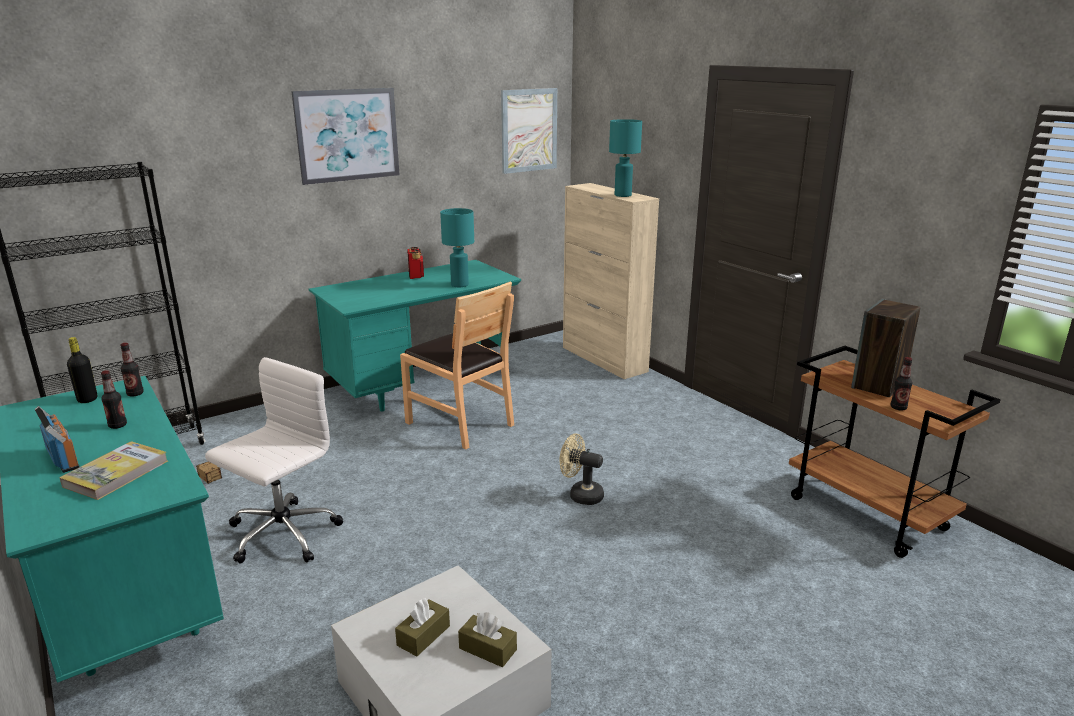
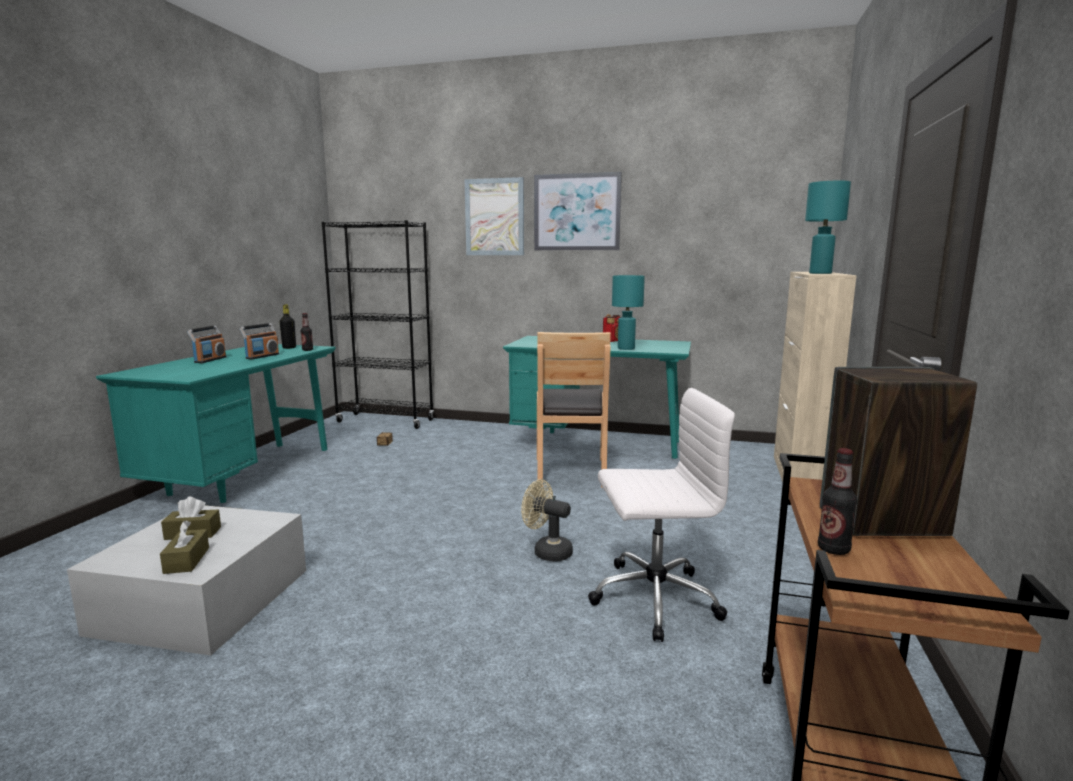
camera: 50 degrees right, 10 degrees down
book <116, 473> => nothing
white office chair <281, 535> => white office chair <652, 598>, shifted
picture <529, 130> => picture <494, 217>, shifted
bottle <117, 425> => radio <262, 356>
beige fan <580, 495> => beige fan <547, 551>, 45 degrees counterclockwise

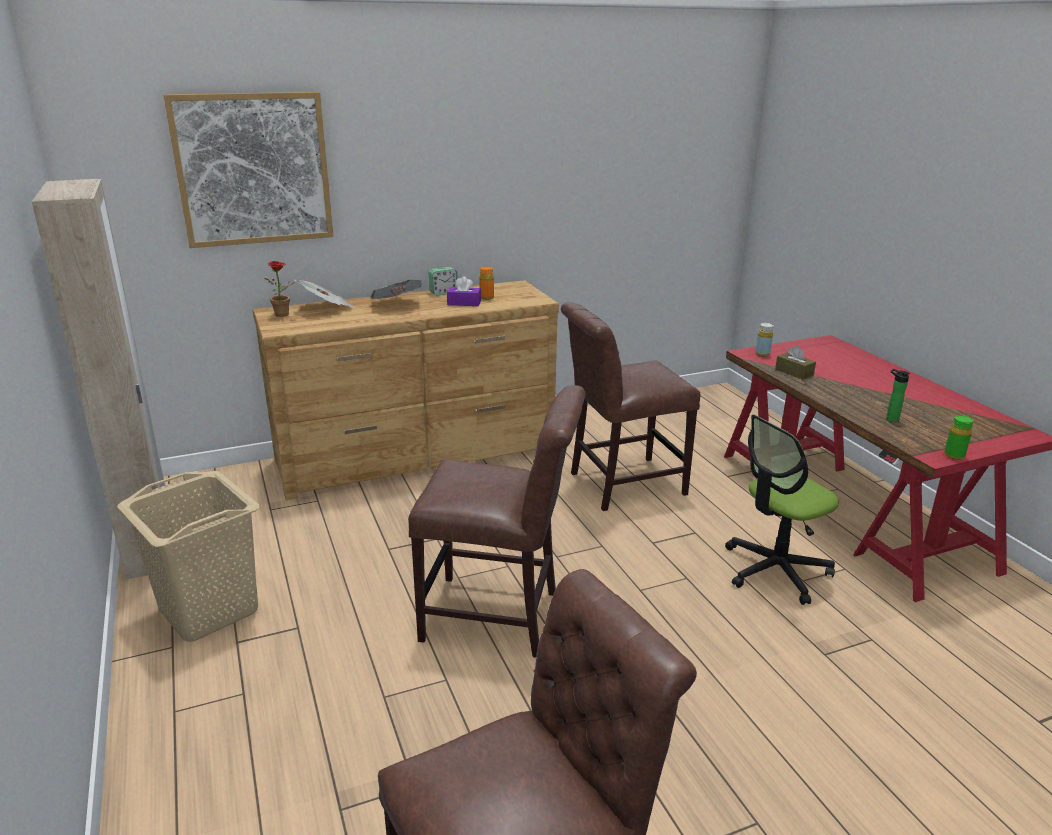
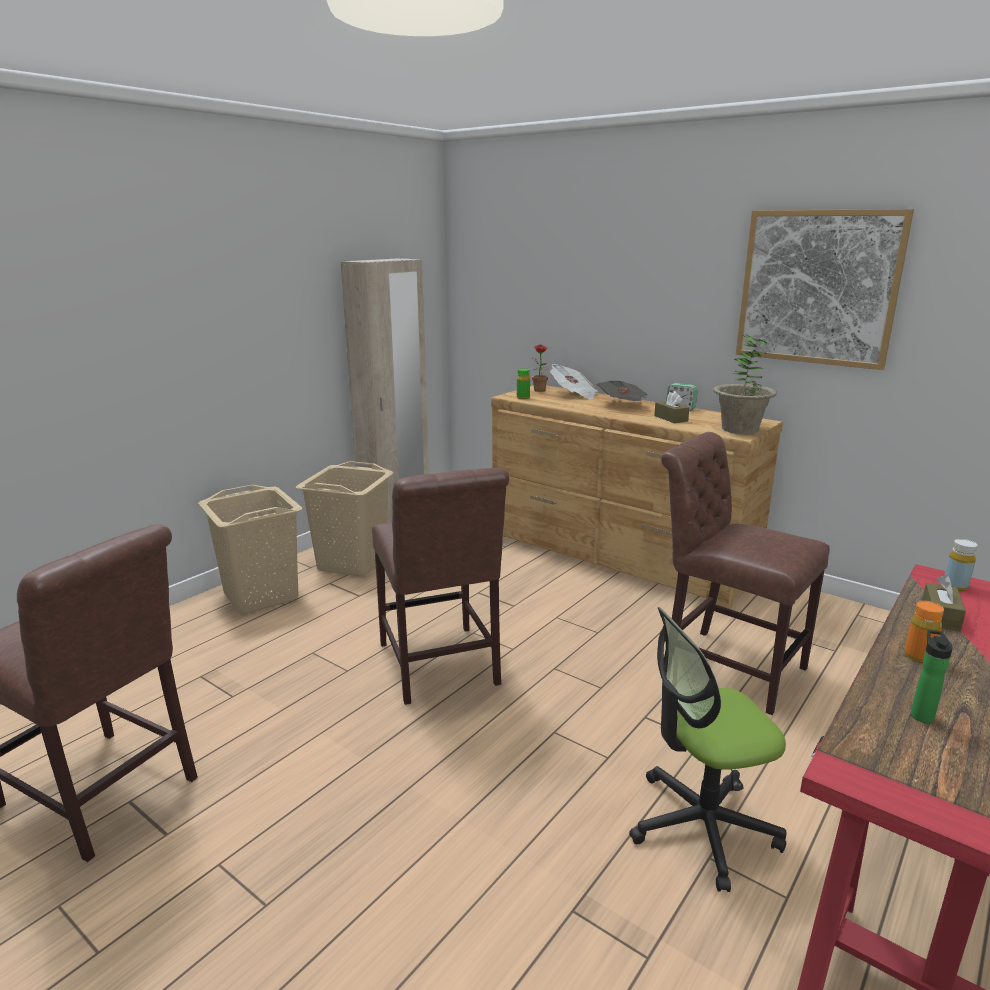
camera: 60 degrees right, 5 degrees down
nothing => beige laundry basket <261, 595>
nothing => potted plant <740, 429>
picture <253, 169> => picture <817, 288>, shifted
orange bottle <486, 297> => orange bottle <918, 656>, shifted
green bottle <954, 455> => green bottle <523, 397>, shifted
purple tissue box <464, 303> => brown tissue box <671, 418>
office chair <775, 570> => office chair <701, 826>, 45 degrees counterclockwise

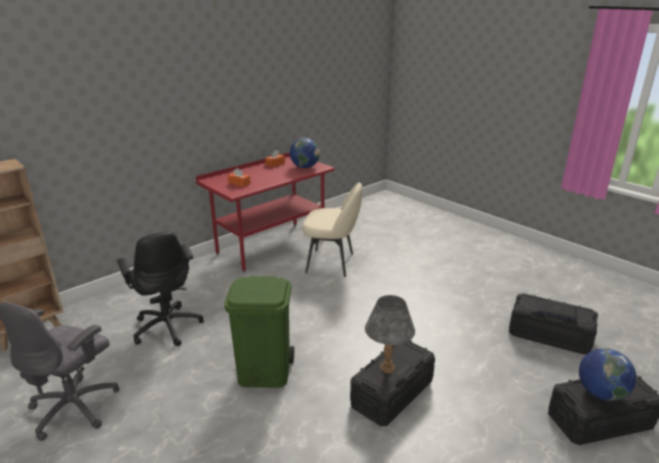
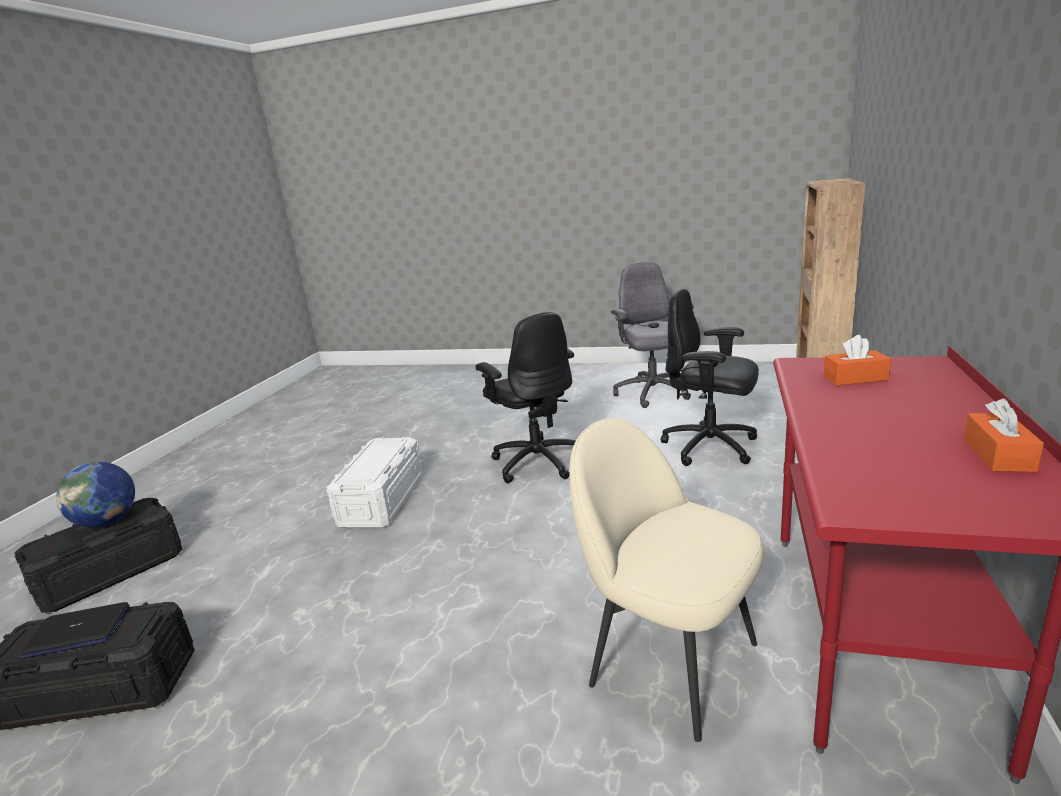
camera: 150 degrees right, 5 degrees down
globe <305, 167> => nothing
grey table lamp <387, 368> => nothing
green trash can <265, 373> => black office chair <537, 461>
black storage box <392, 393> => white storage box <382, 500>
beige chair <331, 263> => beige chair <669, 661>, 60 degrees clockwise

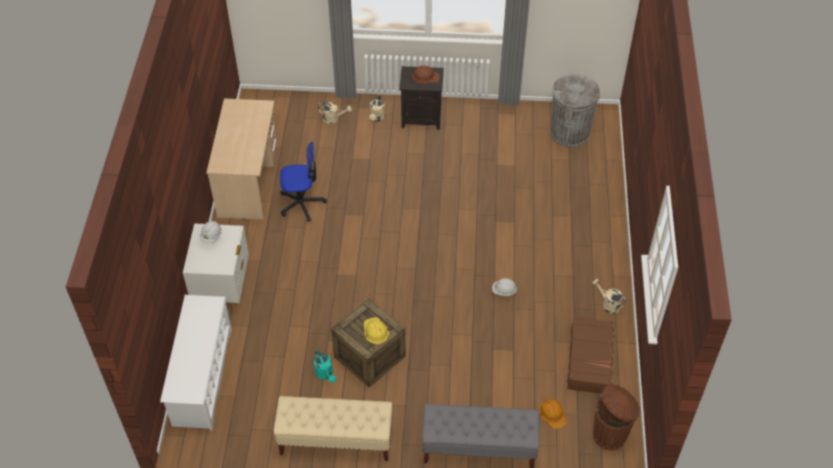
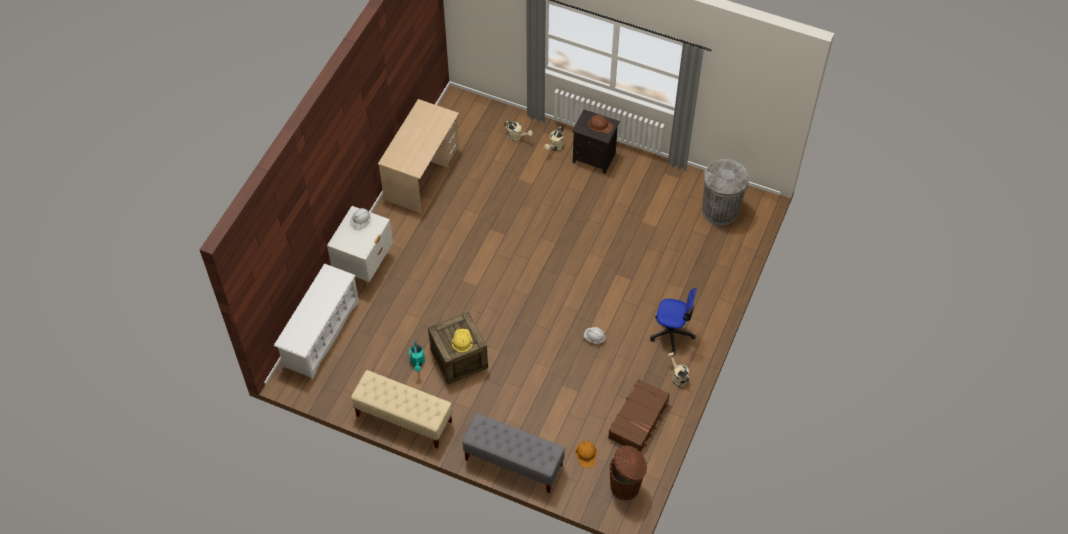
camera: 20 degrees right, 5 degrees up
office chair <302, 203> => office chair <671, 333>, shifted

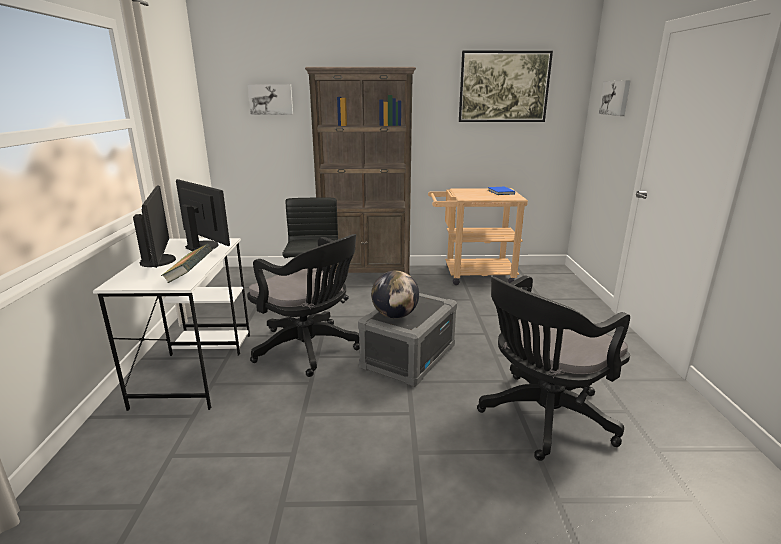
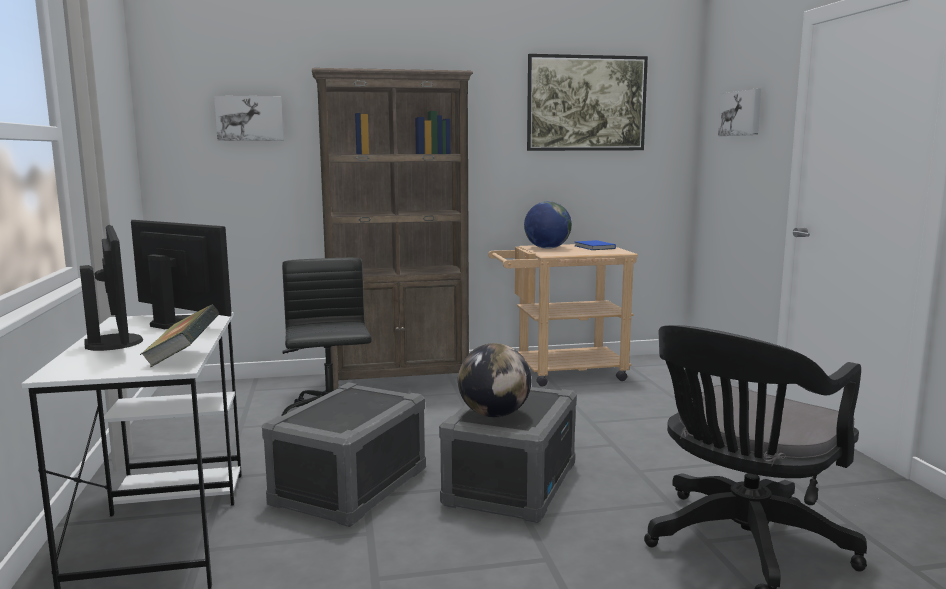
camera: 10 degrees left, 10 degrees down
nothing => globe <547, 248>
black office chair <310, 349> => grey storage box <350, 487>

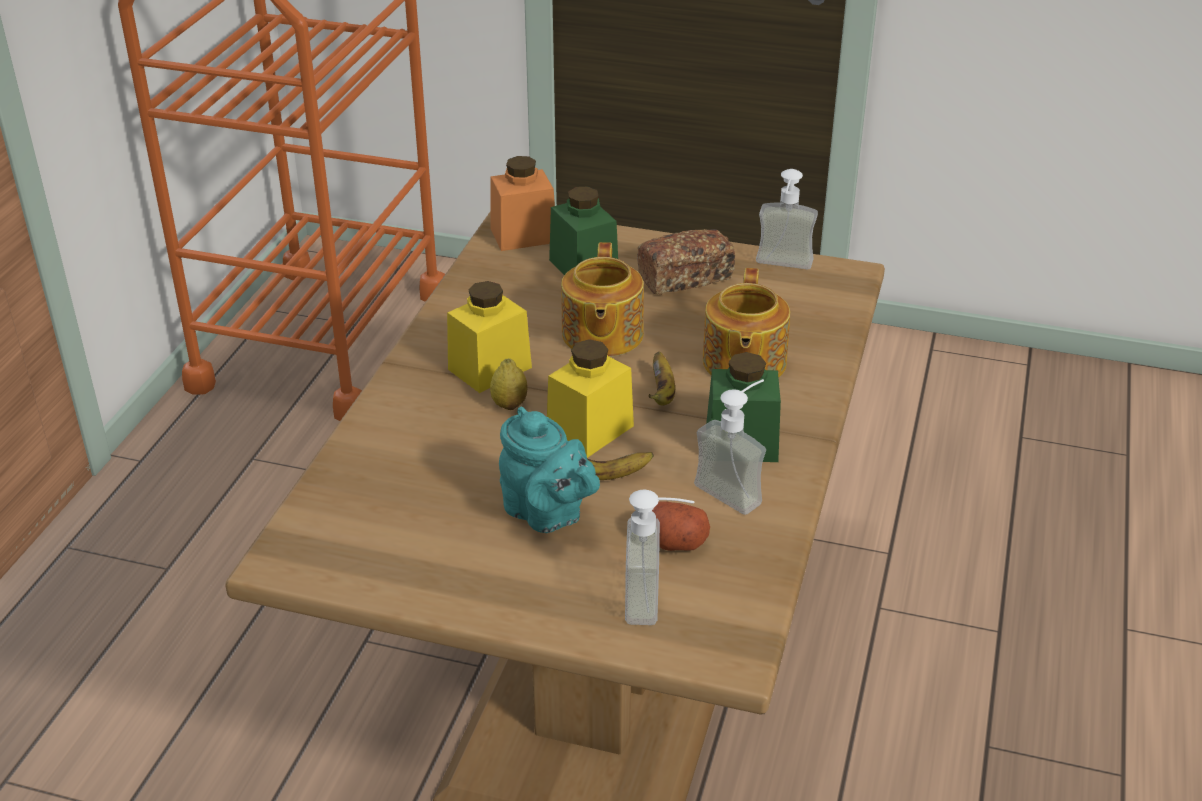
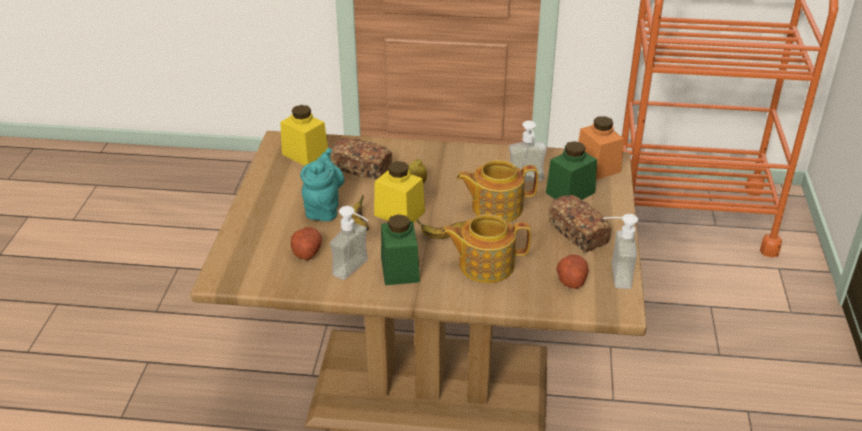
camera: 80 degrees right, 0 degrees up
nothing => bread <362, 168>
nothing => potato <571, 279>
yellow jar <490, 368> => yellow jar <305, 154>, shifted
soap dispenser <657, 600> => soap dispenser <527, 182>, shifted
turquoise teapot <547, 515> => turquoise teapot <323, 208>, 150 degrees clockwise

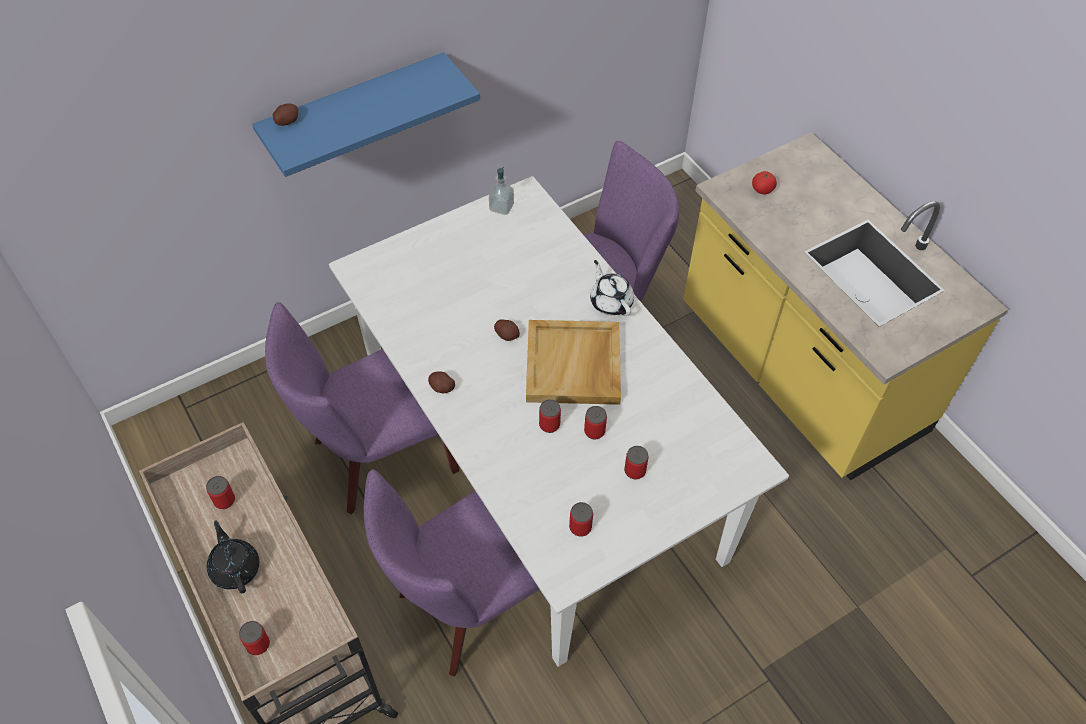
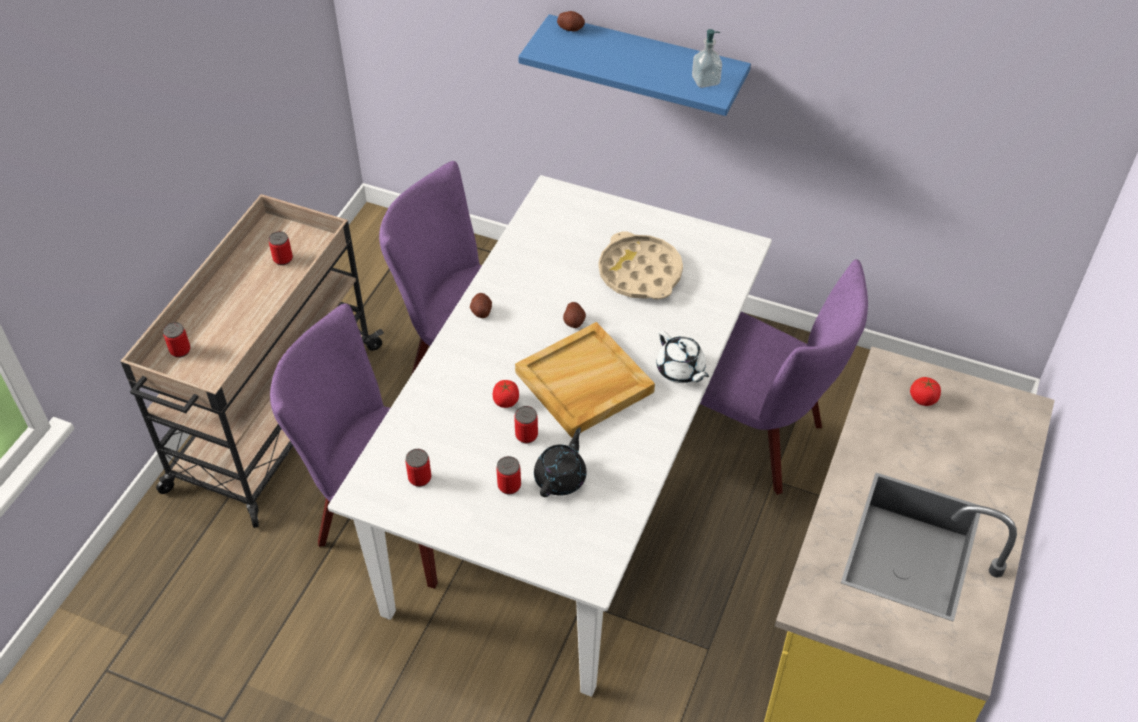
camera: 55 degrees right, 5 degrees down
nothing => beige tray <640, 273>
black teapot <235, 568> => black teapot <561, 478>, shifted
soap dispenser <501, 207> => soap dispenser <705, 80>, shifted
can <549, 425> => tomato <506, 401>
white teapot <611, 301> => white teapot <681, 370>, 120 degrees clockwise

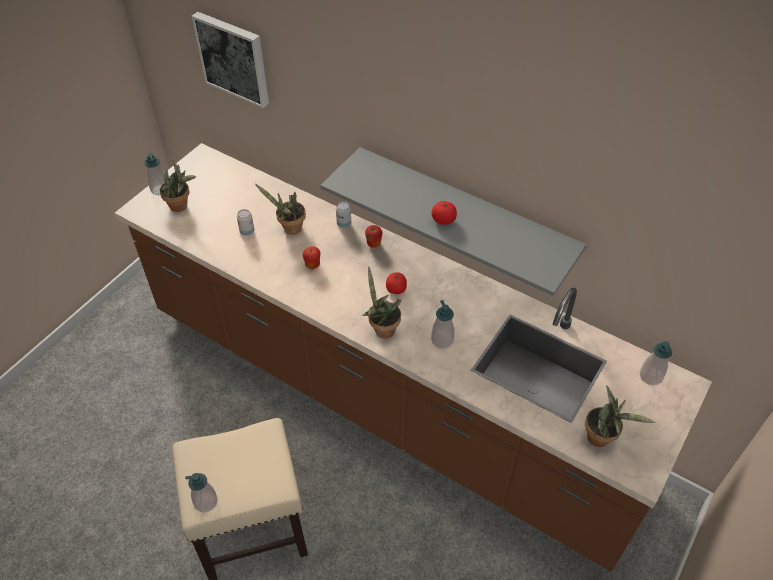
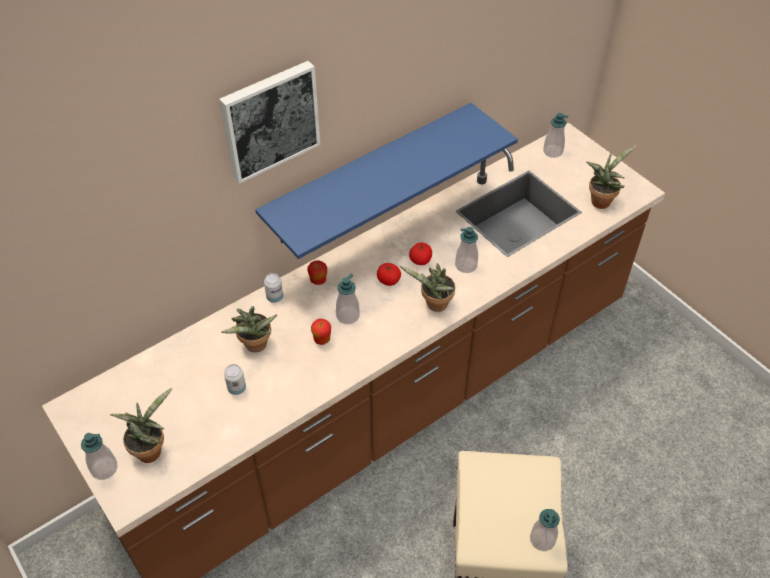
camera: 70 degrees left, 0 degrees up
nothing => soap dispenser <348, 316>
picture <234, 58> => picture <269, 120>, shifted
tomato <443, 220> => tomato <420, 260>, shifted
grey shelf <464, 213> => blue shelf <369, 174>

